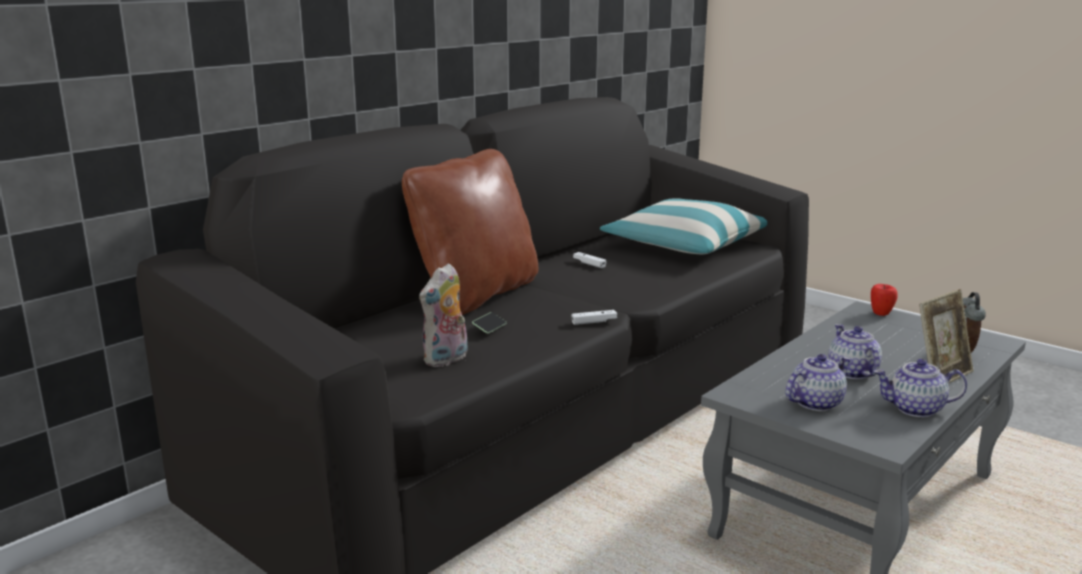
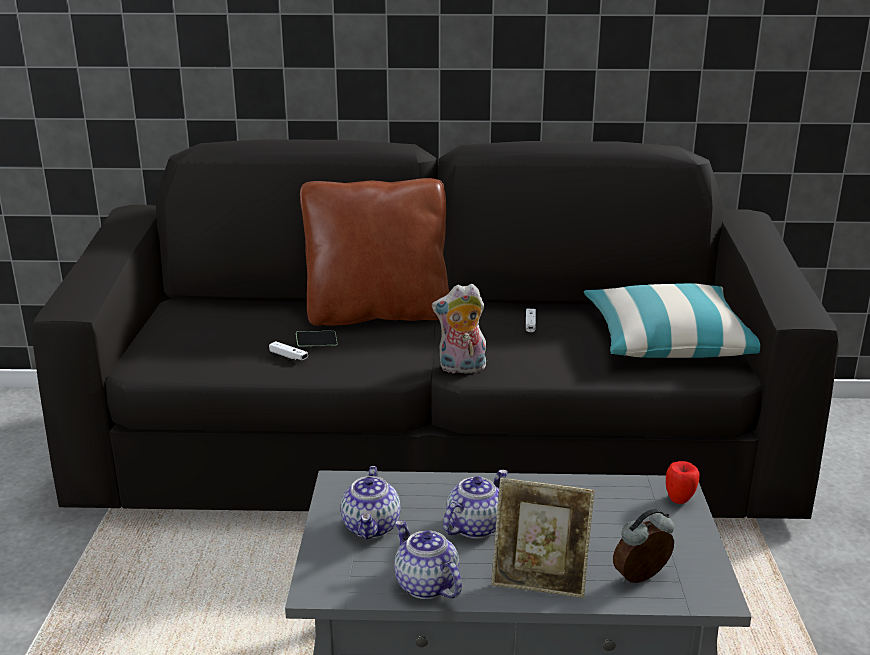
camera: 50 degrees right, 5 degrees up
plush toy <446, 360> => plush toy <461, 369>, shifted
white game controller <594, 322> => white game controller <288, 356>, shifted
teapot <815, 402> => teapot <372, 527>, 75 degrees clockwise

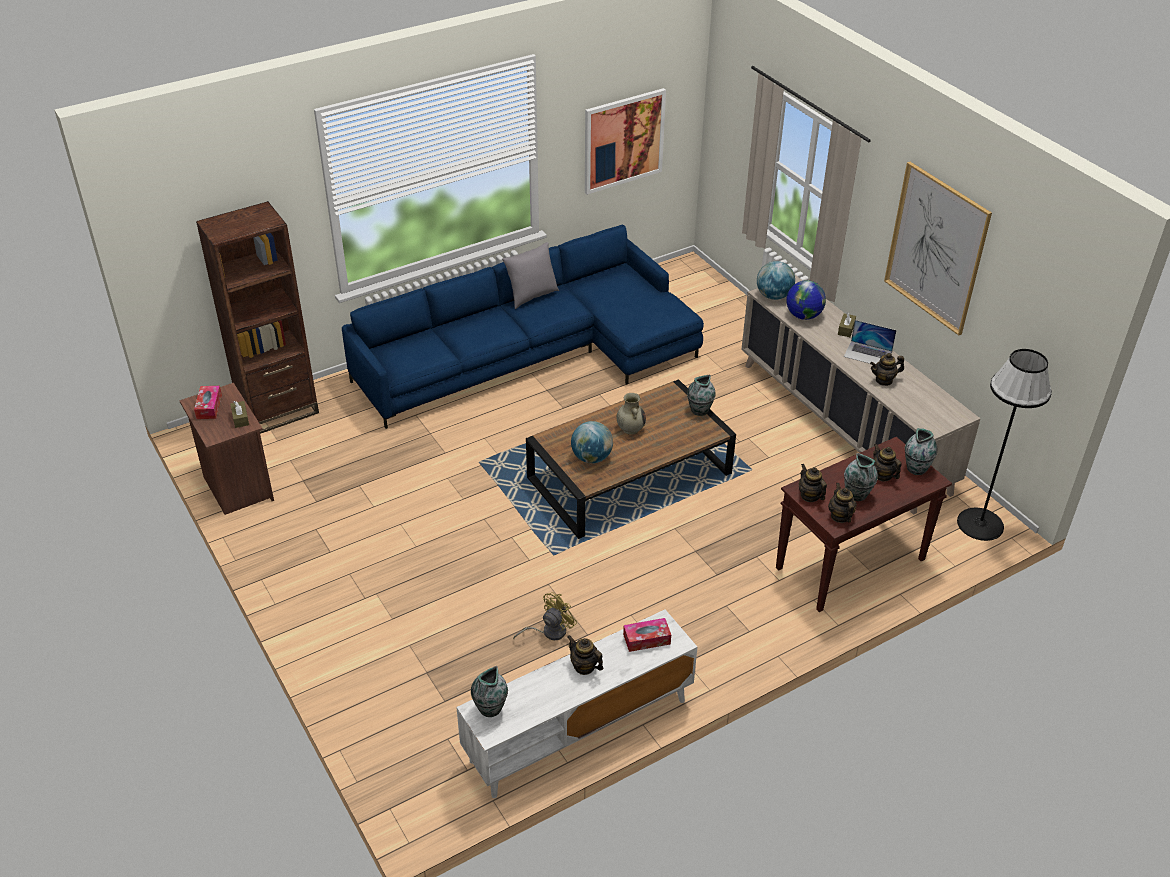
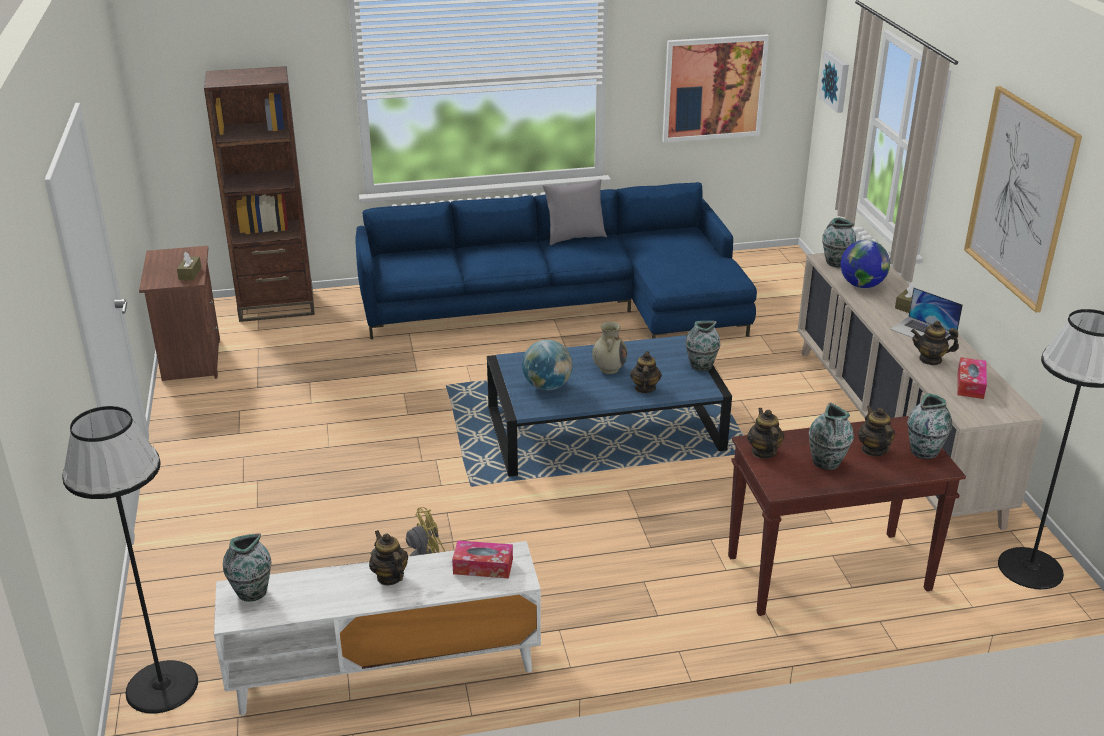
camera: 20 degrees right, 10 degrees down
nothing => black floor lamp <161, 687>
nothing => picture <836, 81>
tissue box <209, 407> => tissue box <970, 384>, shifted
teapot <840, 516> => teapot <644, 388>, shifted
globe <773, 296> => vase <835, 263>
brown coffee table <629, 475> => blue coffee table <605, 429>

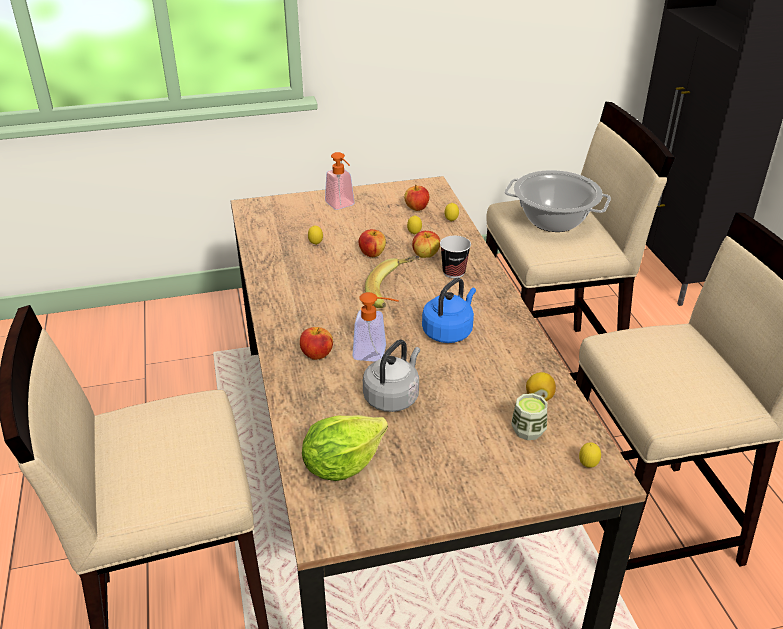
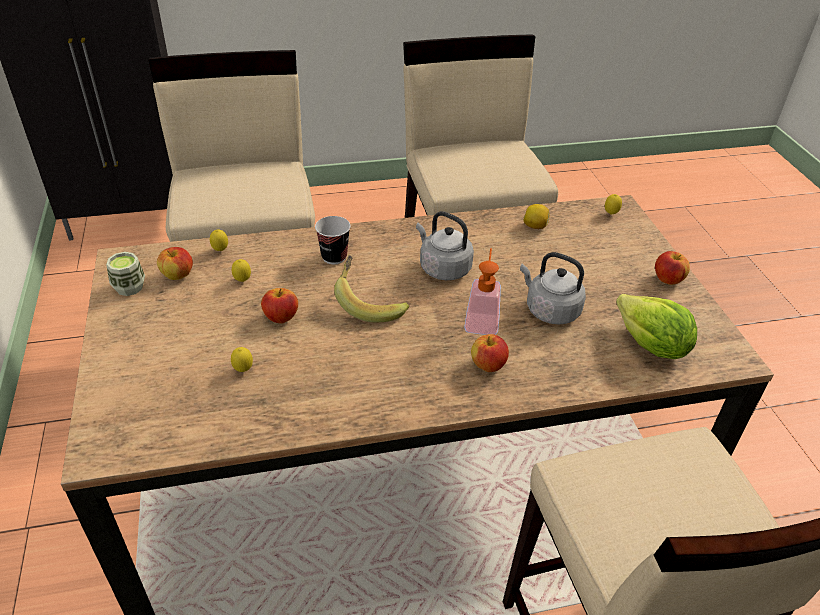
camera: 90 degrees left, 5 degrees up
soap dispenser <342, 205> => nothing
cooking pot <554, 220> => nothing
apple <425, 255> => apple <667, 279>, shifted
cup <528, 430> => cup <129, 287>, shifted
blue kettle <449, 331> => grey kettle <442, 268>

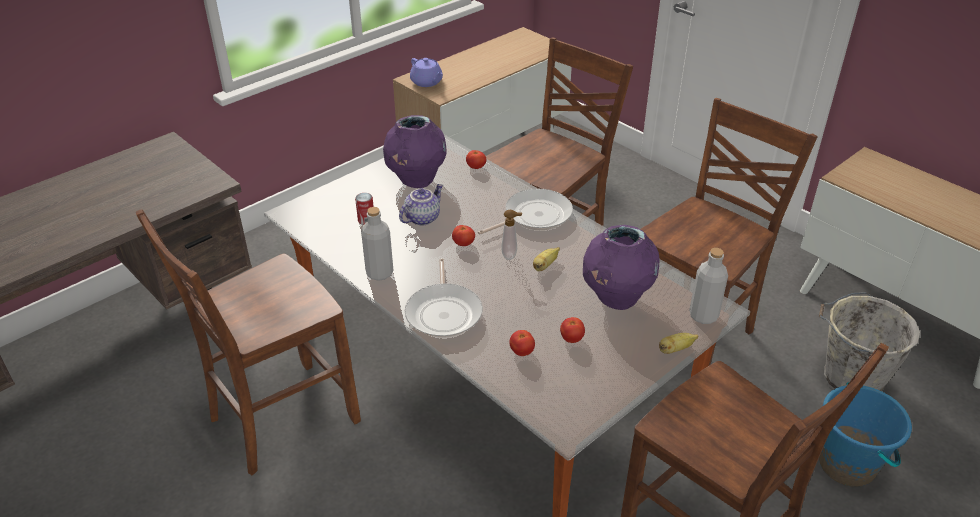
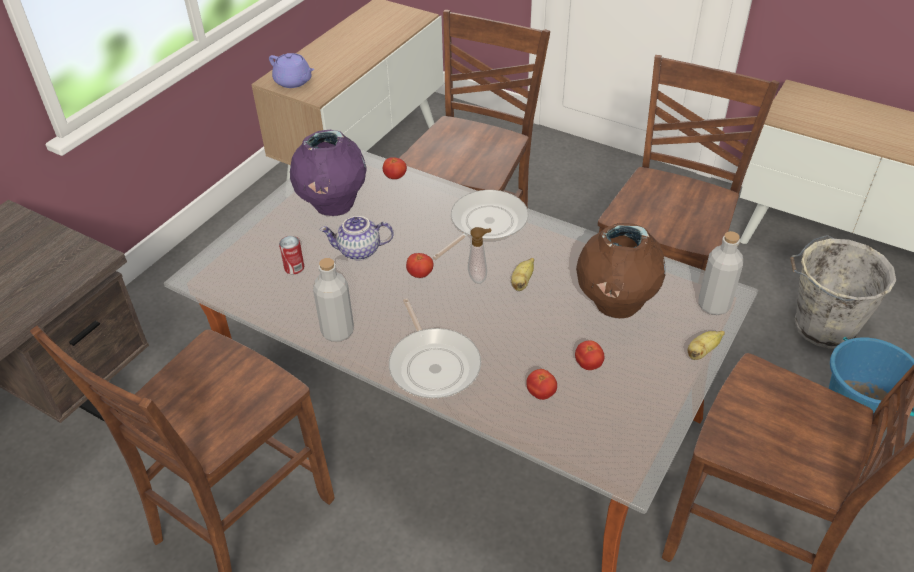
camera: 15 degrees left, 5 degrees up
purple vase <616, 298> => brown vase <615, 305>
teapot <422, 218> => teapot <359, 251>, 120 degrees counterclockwise

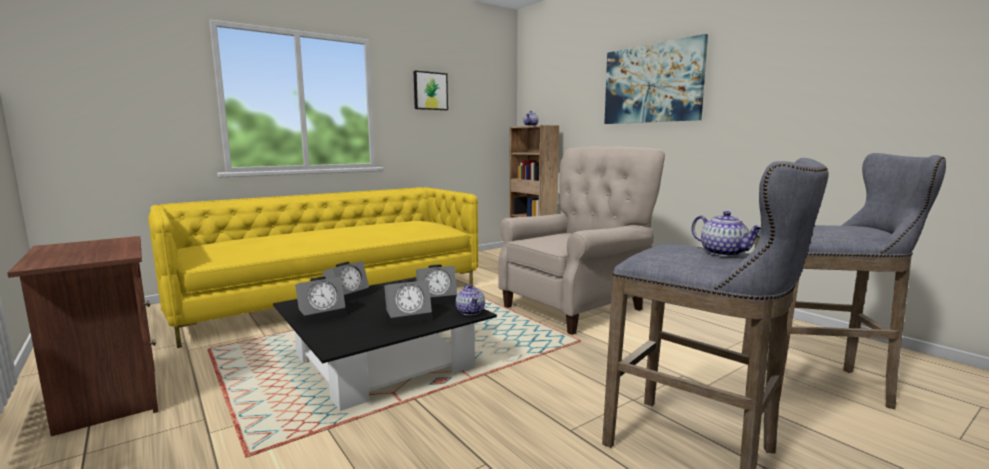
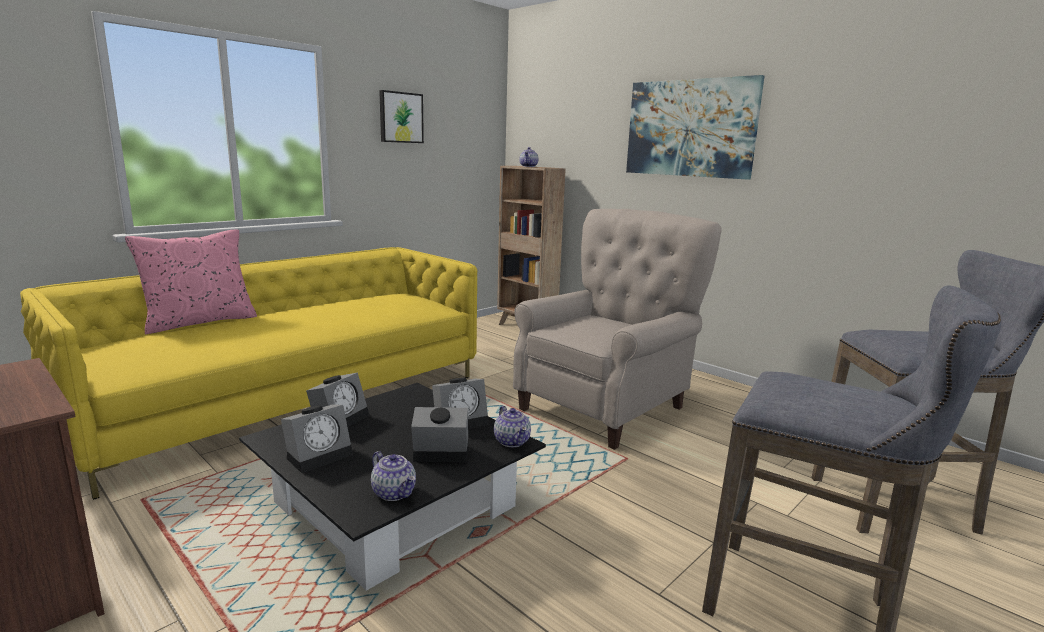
camera: 10 degrees left, 5 degrees up
nothing => pink pillow <199, 322>
teapot <724, 253> => teapot <394, 493>, shifted
alarm clock <410, 317> => alarm clock <439, 454>, 150 degrees counterclockwise

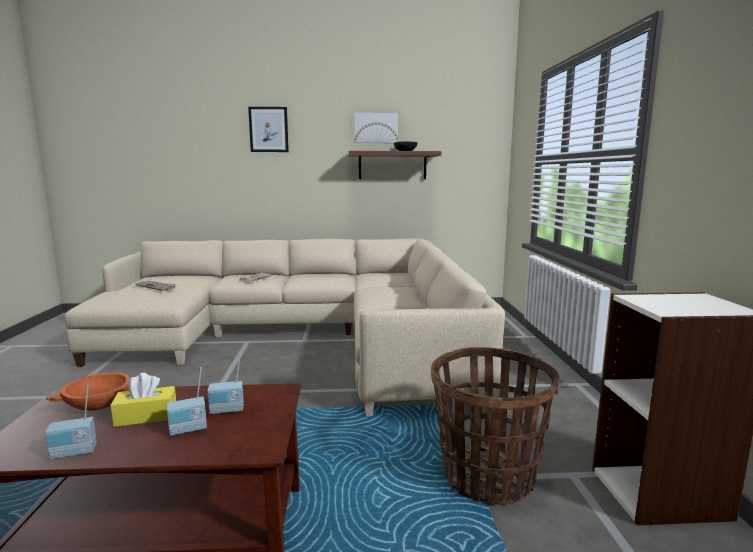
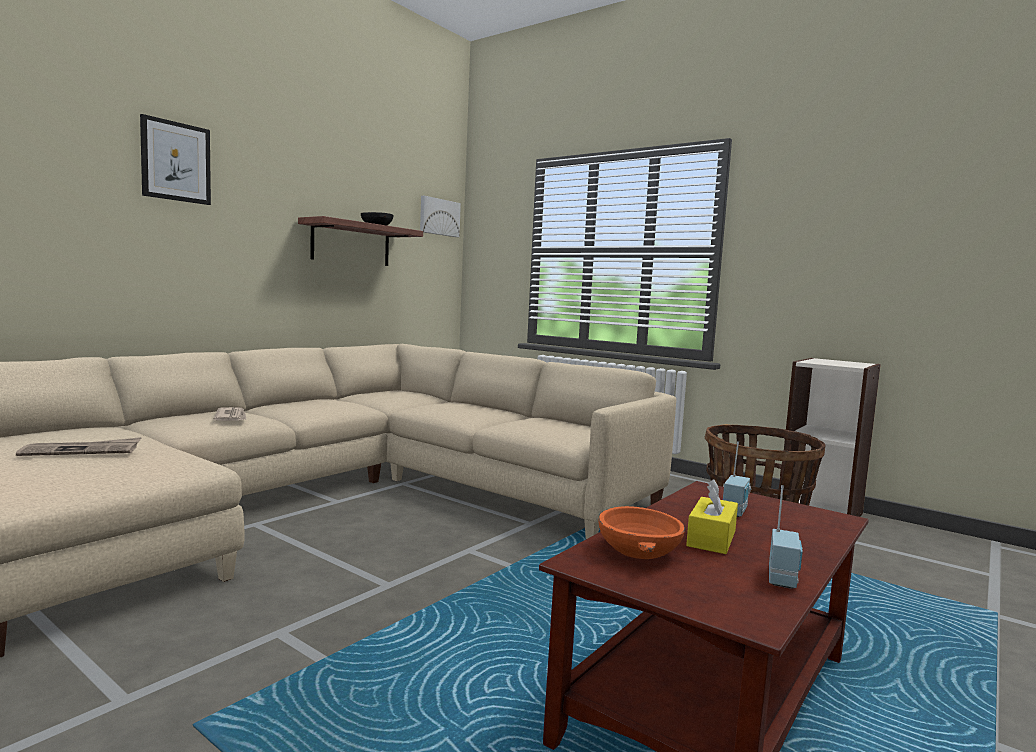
camera: 50 degrees left, 5 degrees down
radio <188, 430> => nothing
picture <376, 128> => picture <439, 217>, shifted

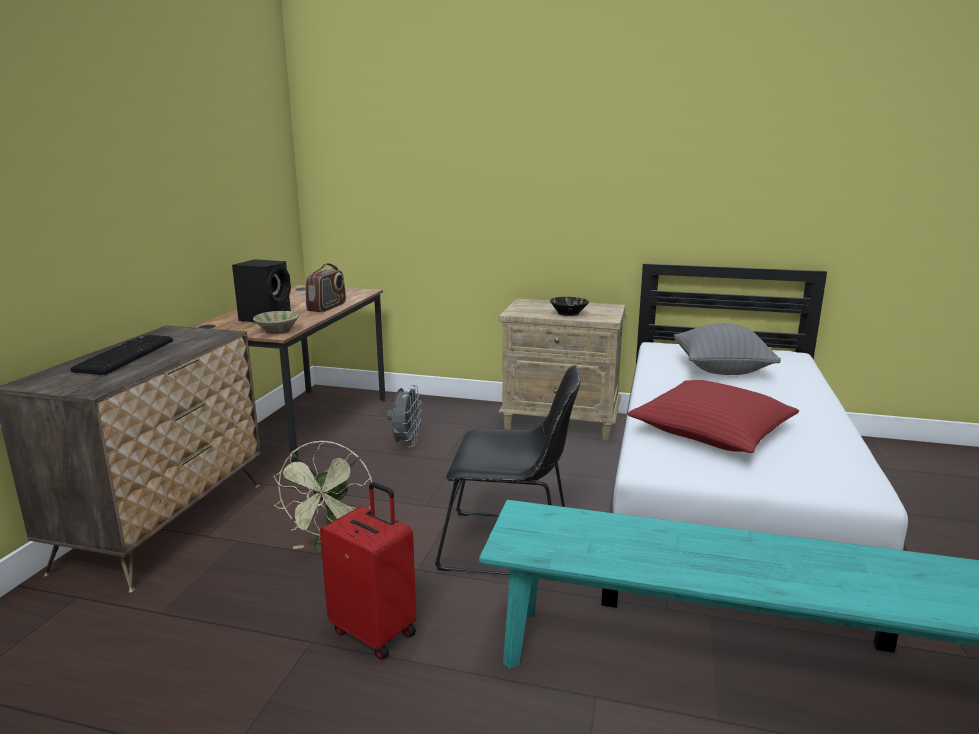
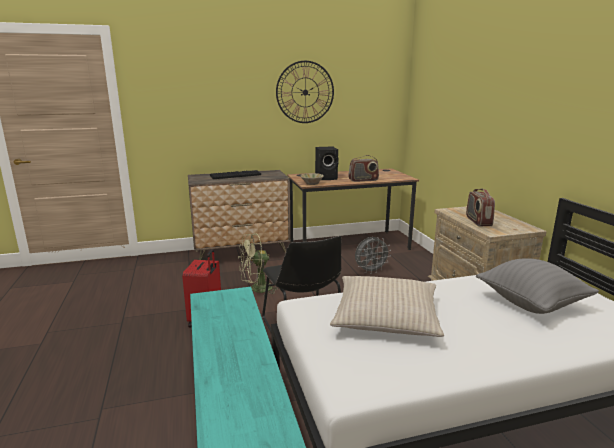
camera: 60 degrees right, 0 degrees up
nothing => wall clock <305, 92>
black bowl <569, 314> => radio <478, 221>
red pillow <712, 431> => beige pillow <386, 317>

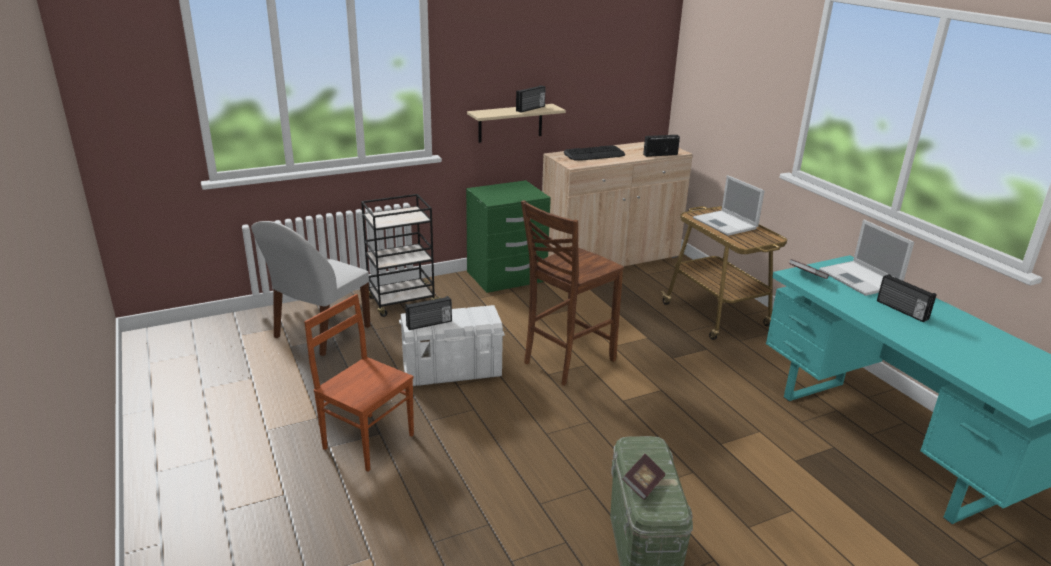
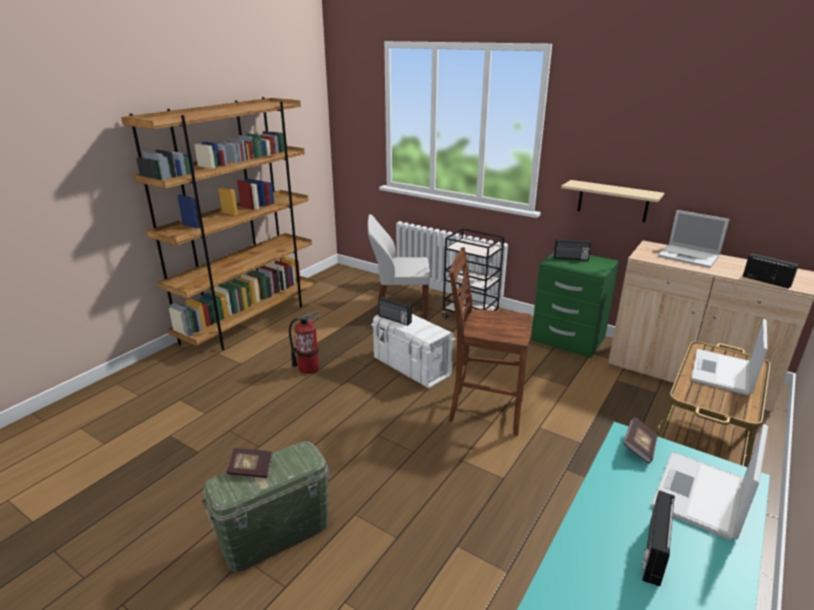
camera: 60 degrees right, 0 degrees up
nothing => brown bookcase <250, 321>
radio <531, 109> => radio <570, 258>, shifted
brown chair <368, 440> => fire extinguisher <308, 368>
keyboard <594, 154> => laptop <689, 256>

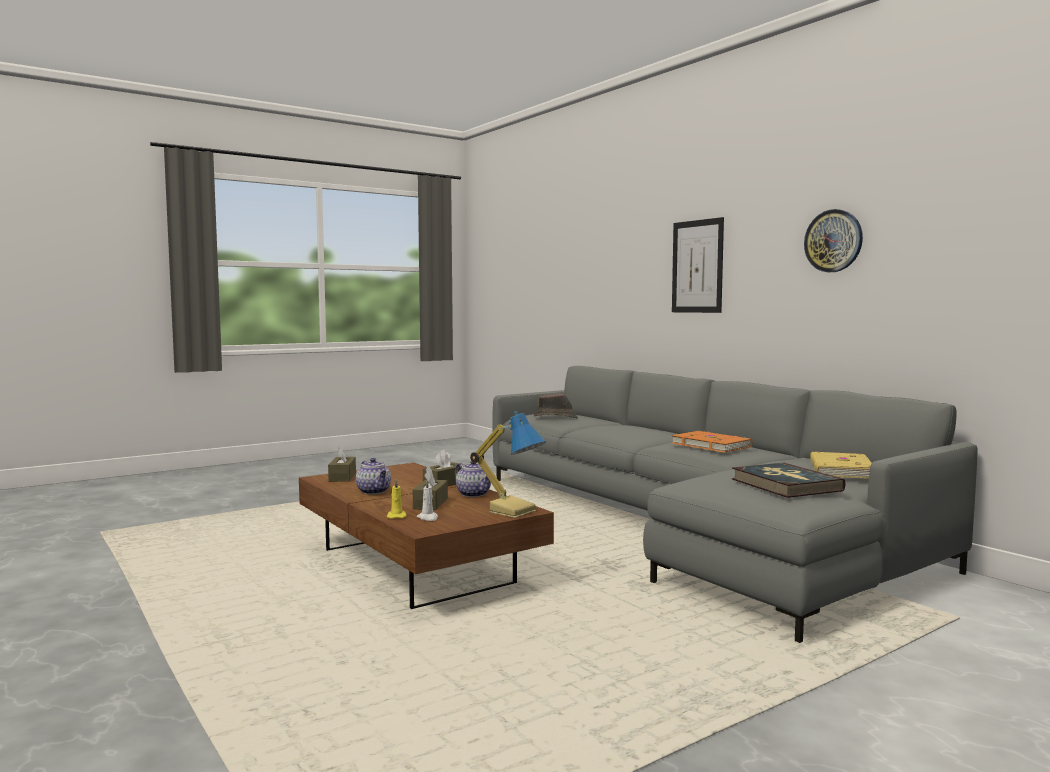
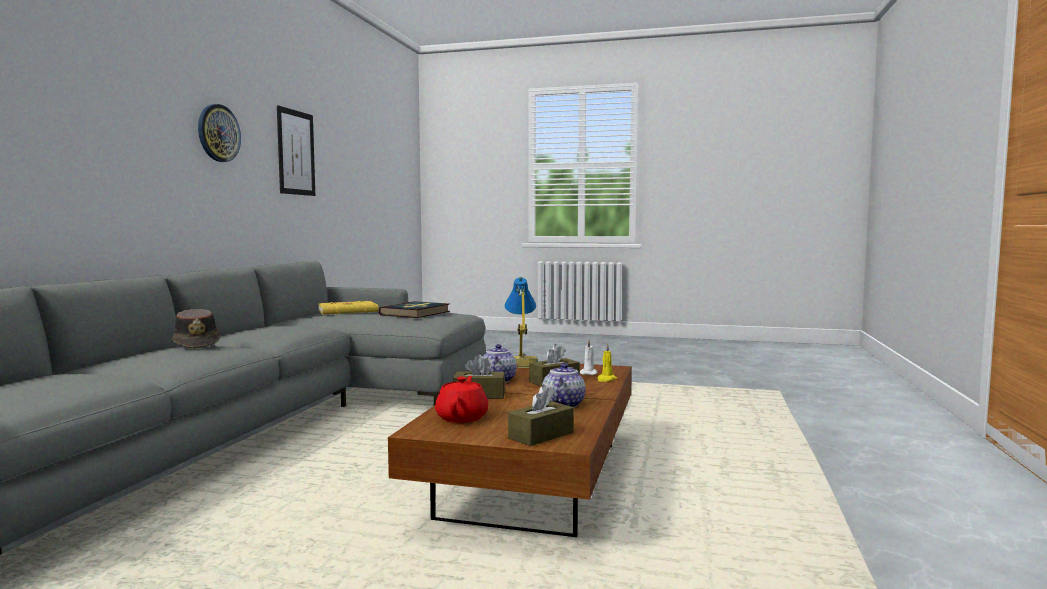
camera: 130 degrees left, 0 degrees up
orange book <711, 445> => nothing
nothing => red teapot <462, 417>
brown hat <556, 417> => brown hat <197, 345>, shifted
picture <697, 266> => picture <296, 152>, shifted

